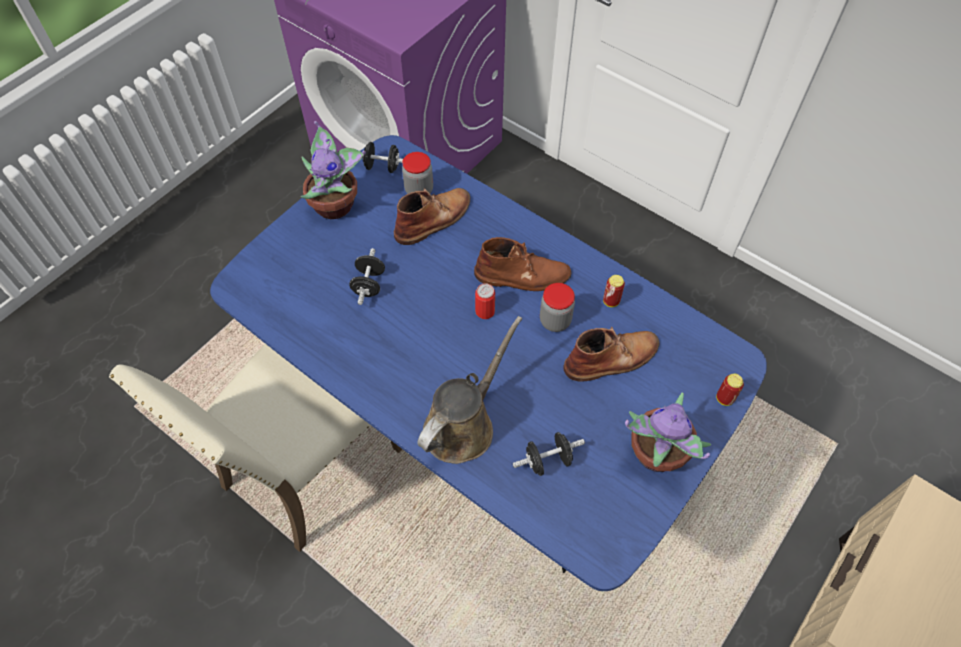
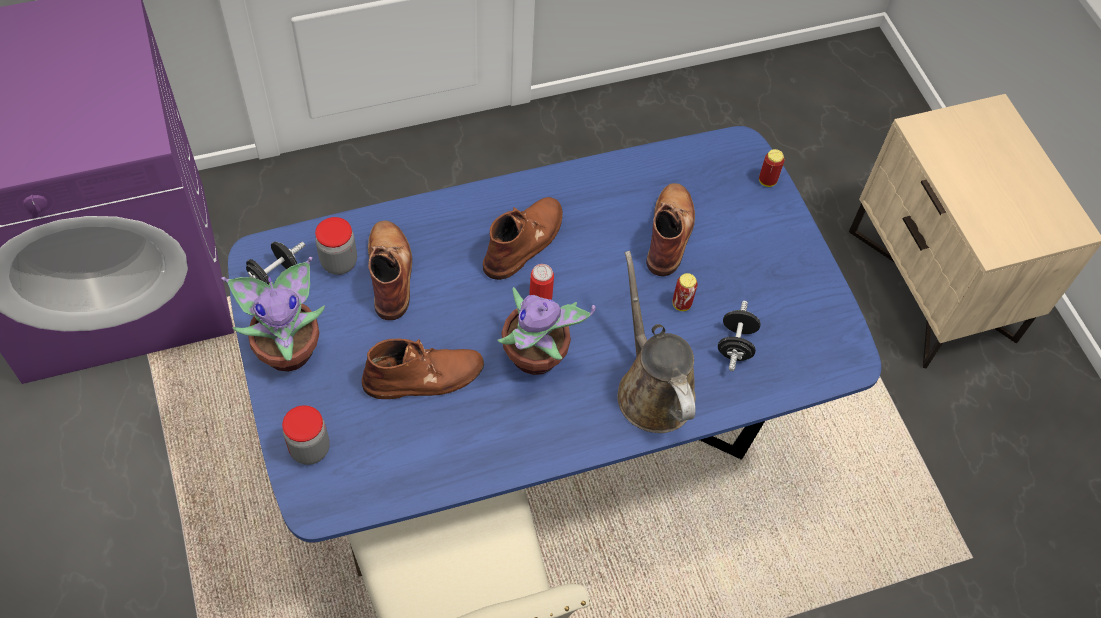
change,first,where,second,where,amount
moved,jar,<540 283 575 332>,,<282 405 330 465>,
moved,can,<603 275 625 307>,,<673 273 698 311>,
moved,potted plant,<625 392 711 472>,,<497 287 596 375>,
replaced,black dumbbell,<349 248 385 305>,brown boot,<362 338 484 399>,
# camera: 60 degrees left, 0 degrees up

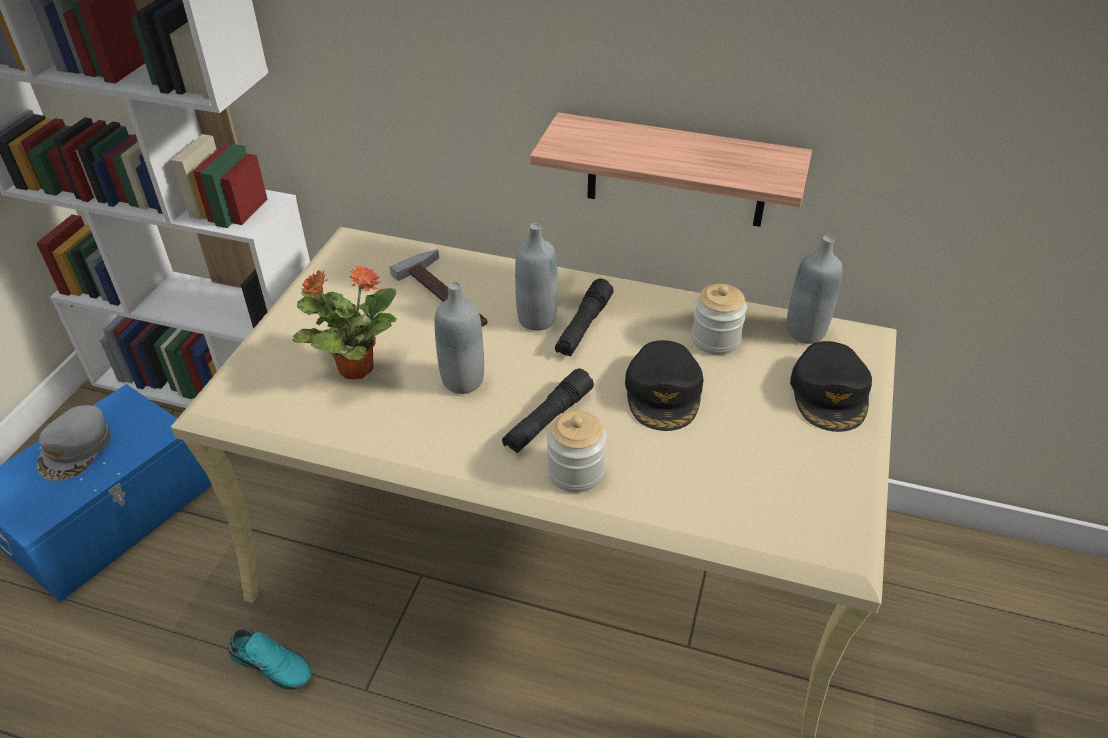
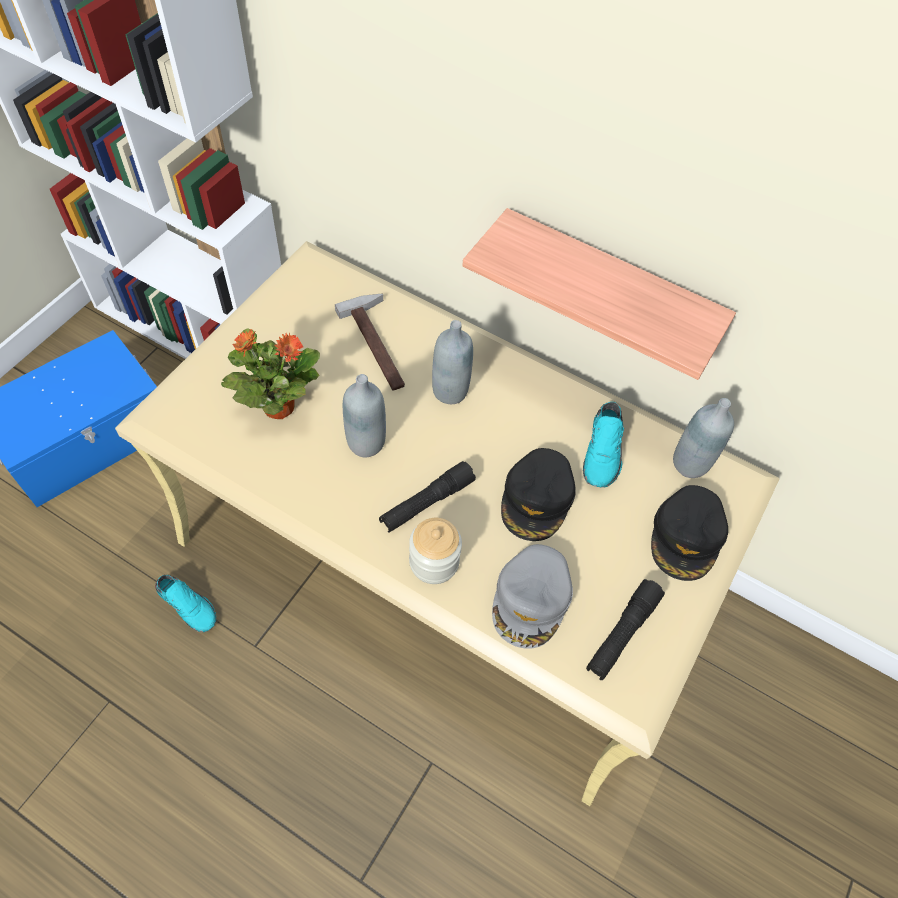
change,first,where,second,where,amount
moved,grey cap,<37 405 111 481>,,<492 544 573 649>,
moved,black flashlight,<555 279 613 356>,,<586 579 665 680>,
replaced,jar,<692 284 747 355>,turquoise shoe,<583 402 624 488>,
# camera: 10 degrees right, 15 degrees up

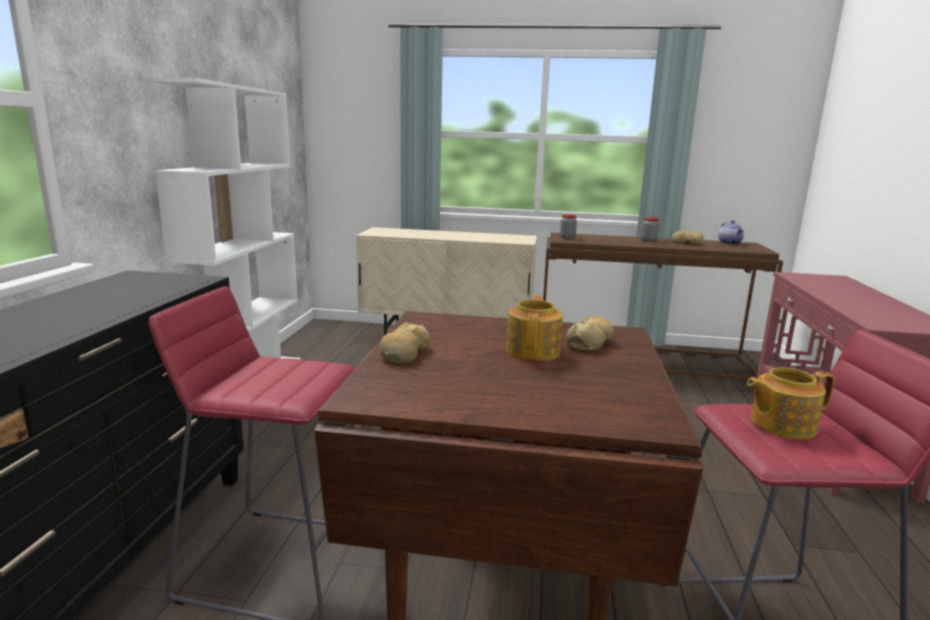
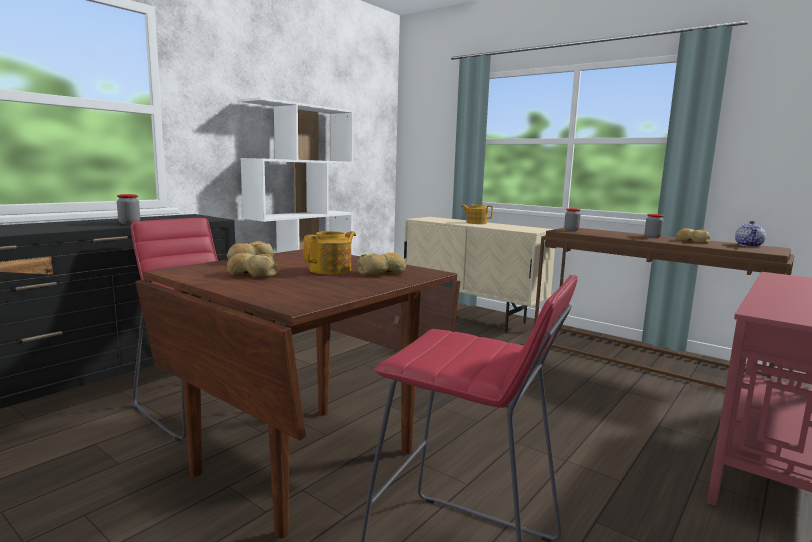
change,first,where,second,where,amount
added,,,jar,<117 194 140 224>,
added,,,bread,<227 253 279 278>,
moved,teapot,<747 367 835 439>,,<461 204 493 224>,
# camera: 30 degrees right, 5 degrees down

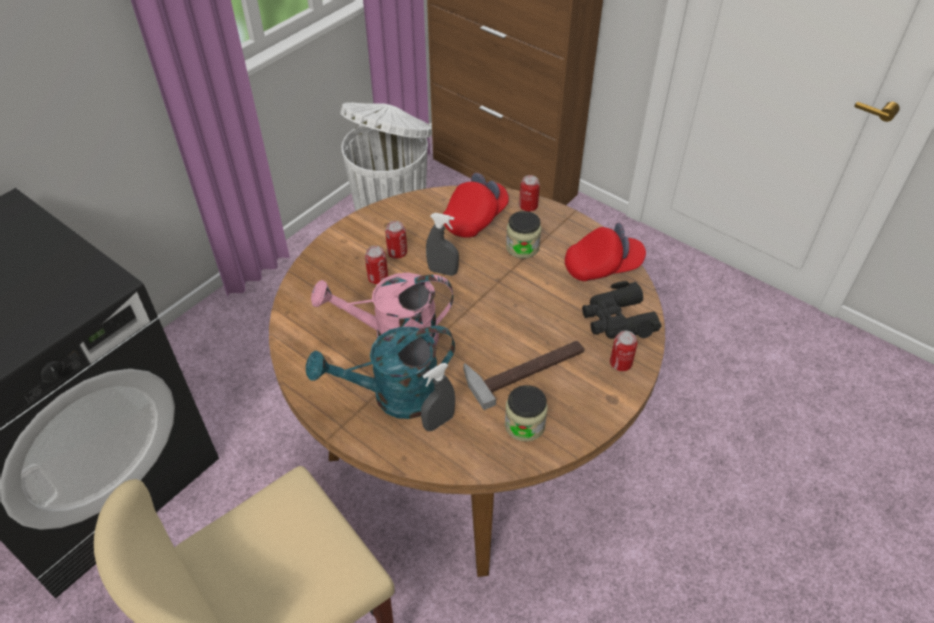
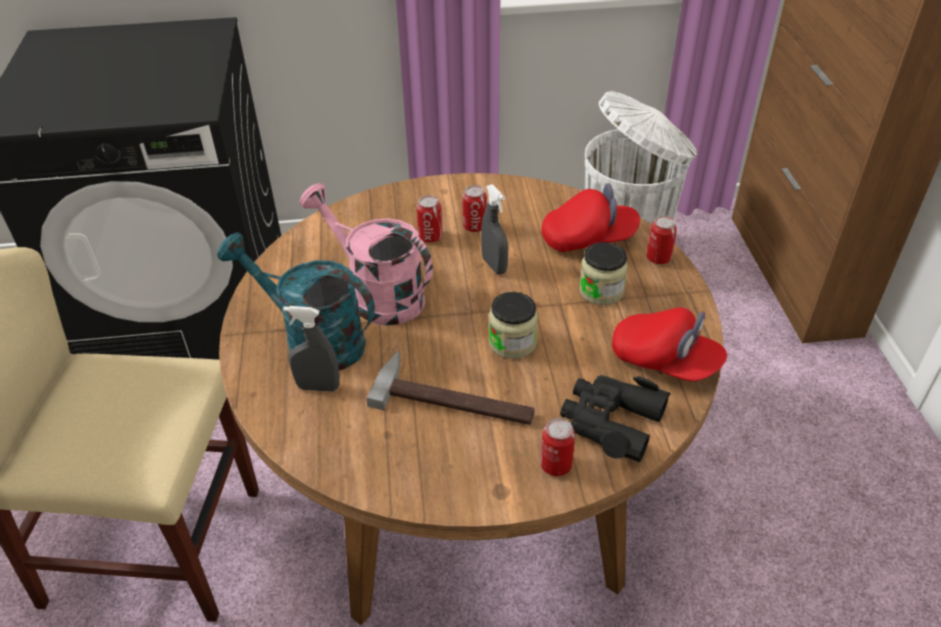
change,first,where,second,where,amount
moved,jar,<505 385 548 442>,,<489 292 538 359>,
# camera: 45 degrees right, 5 degrees down

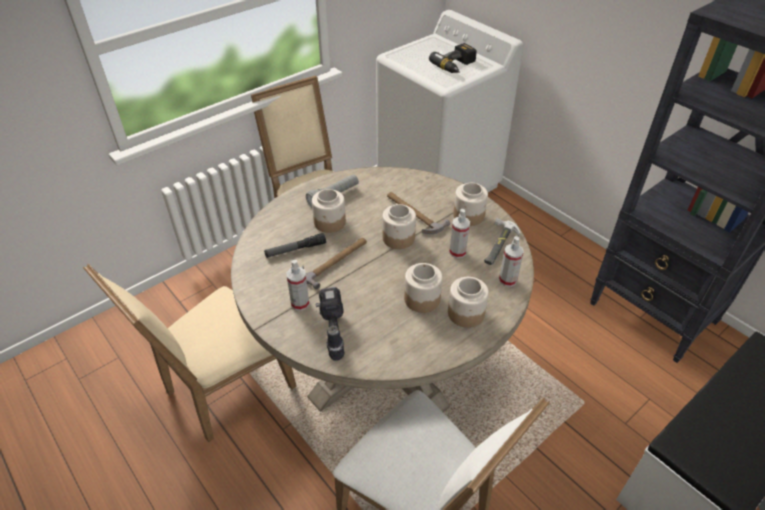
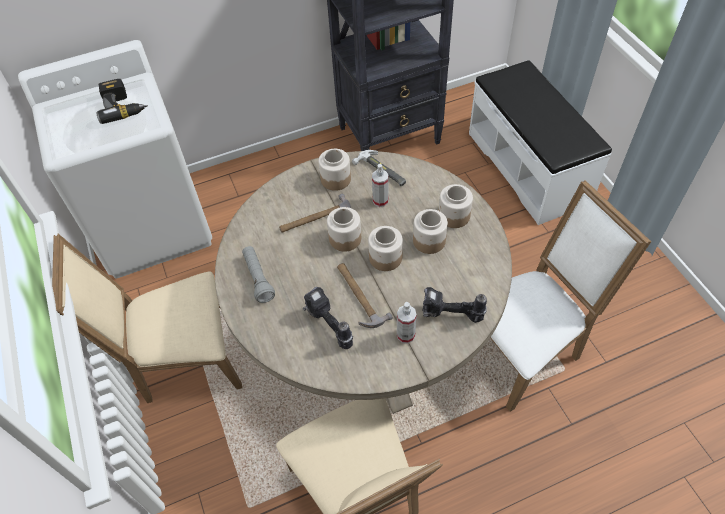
change,first,where,second,where,amount
removed,spray bottle,<499 236 524 287>,,,
moved,jar,<312 189 346 233>,,<368 226 403 271>,
replaced,flashlight,<264 233 326 258>,power drill,<303 287 353 349>,
# camera: 70 degrees left, 10 degrees up

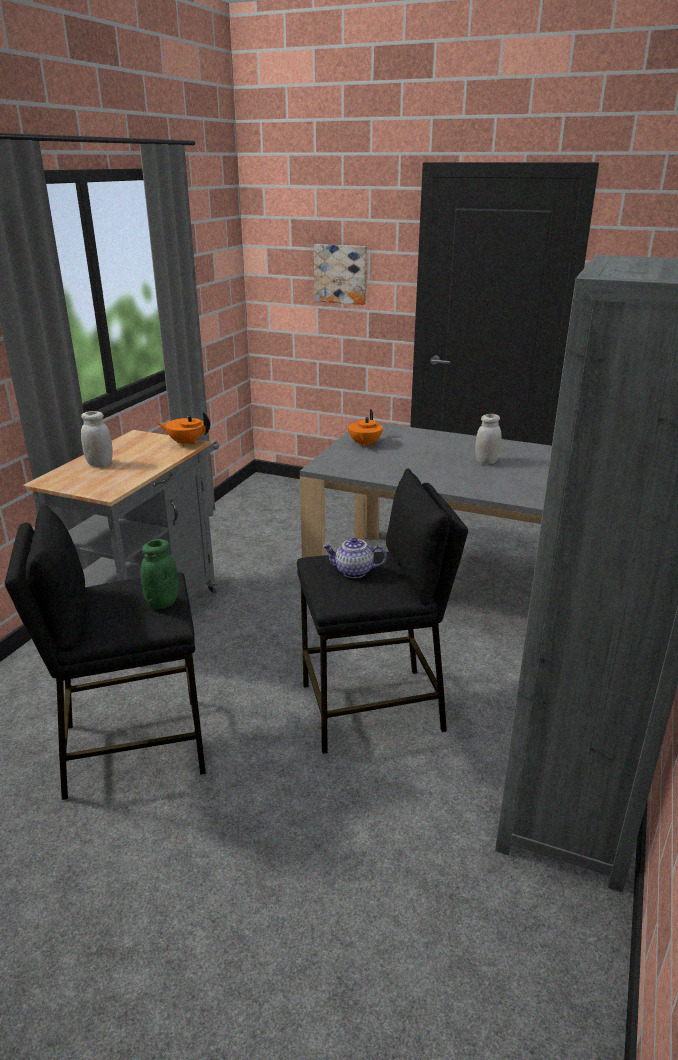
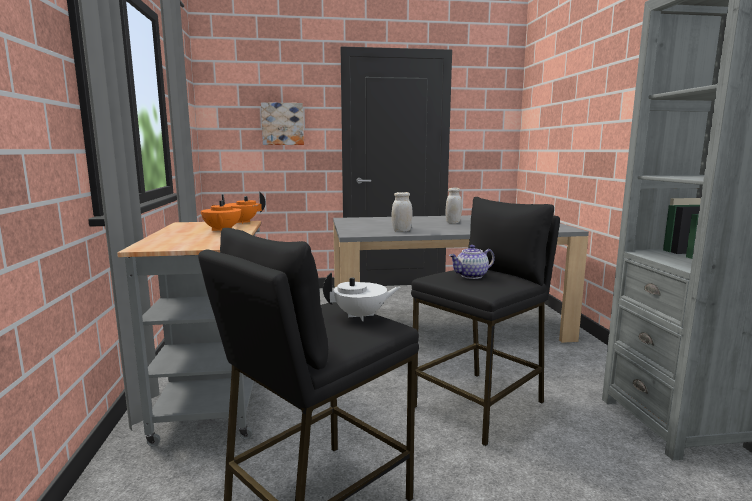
change,first,where,second,where,amount
moved,white jar,<81 411 113 467>,,<391 192 413 232>,
moved,orange teapot,<348 409 383 447>,,<201 195 241 231>,
replaced,green jar,<140 539 178 609>,white teapot,<323 272 400 321>,
# camera: 30 degrees left, 15 degrees down

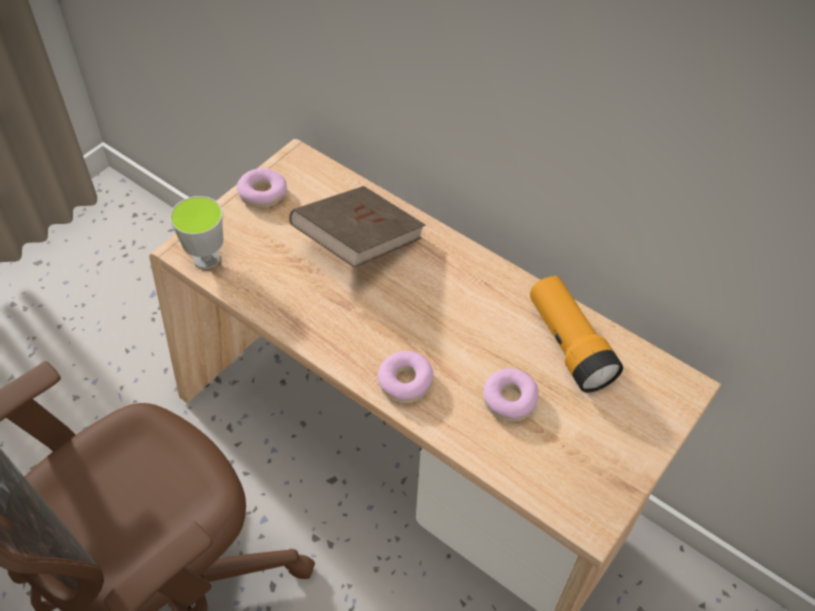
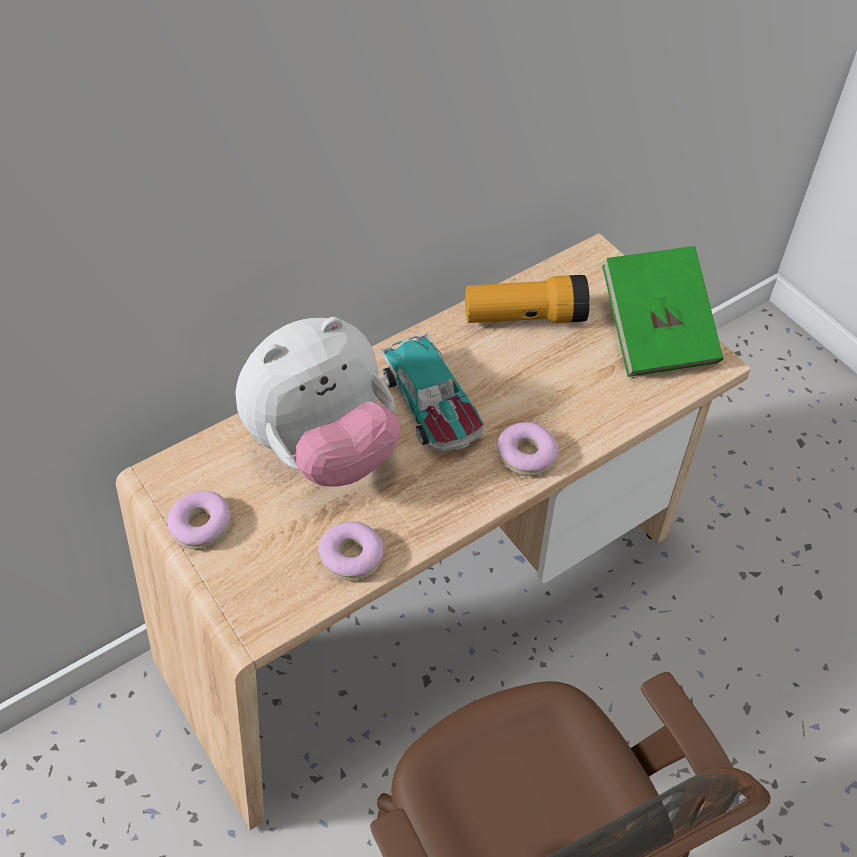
change,first,where,second,where,amount
removed,cup,<170 196 223 269>,,,
added,,,toy car,<381 333 484 451>,
added,,,green book,<602 246 723 377>,
moved,donut,<483 368 538 422>,,<318 521 383 580>,
replaced,brown book,<289 186 425 268>,plush toy,<235 317 400 487>,
# camera: 70 degrees left, 0 degrees up

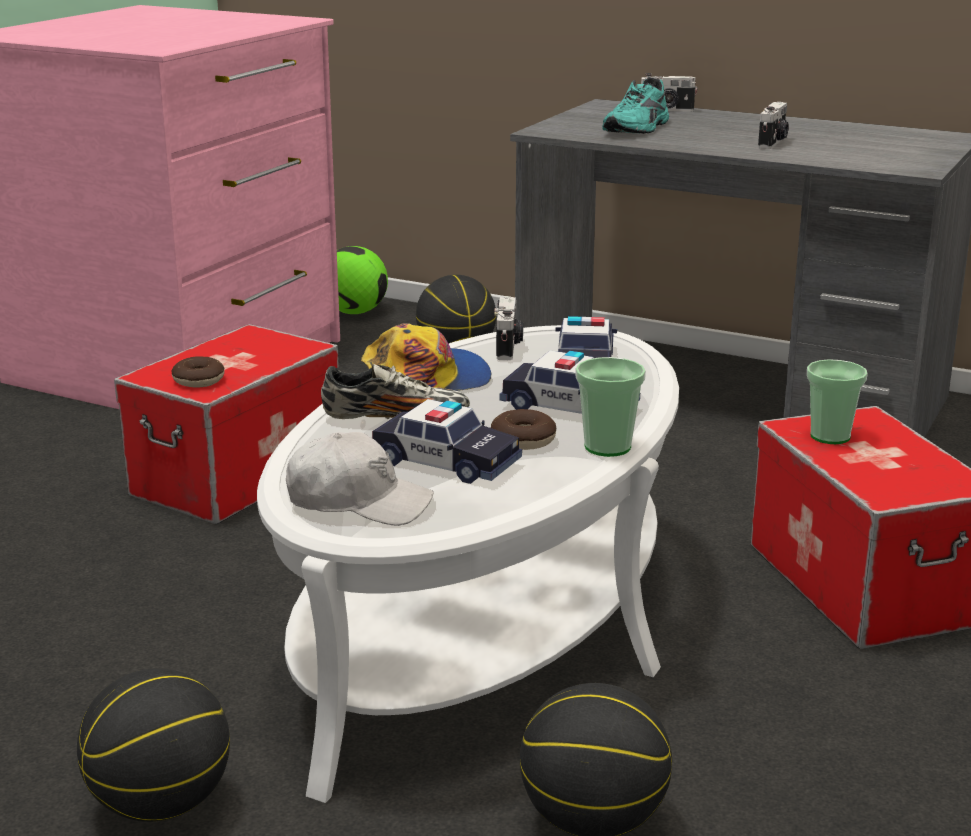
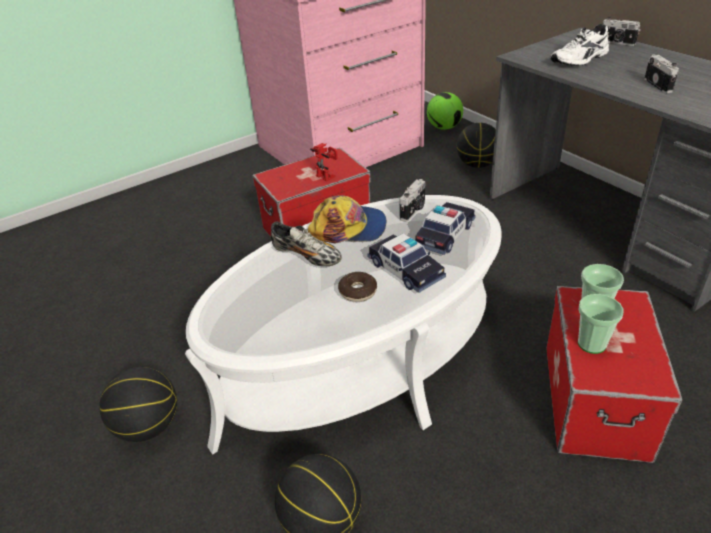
change,first,where,second,where,amount
removed,donut,<171 357 224 388>,,,
removed,white cap,<286 432 434 526>,,,
removed,toy car,<372 399 522 484>,,,
added,,,toy robot,<310 143 338 181>,
moved,cup,<575 357 646 457>,,<578 294 624 354>,
recoloured,turquoise shoe,<602 77 669 134>,white shoe,<550 24 609 66>,
turned,photo camera,<758 102 789 149>,,<644 55 679 93>,60 degrees counterclockwise
# camera: 30 degrees right, 15 degrees up

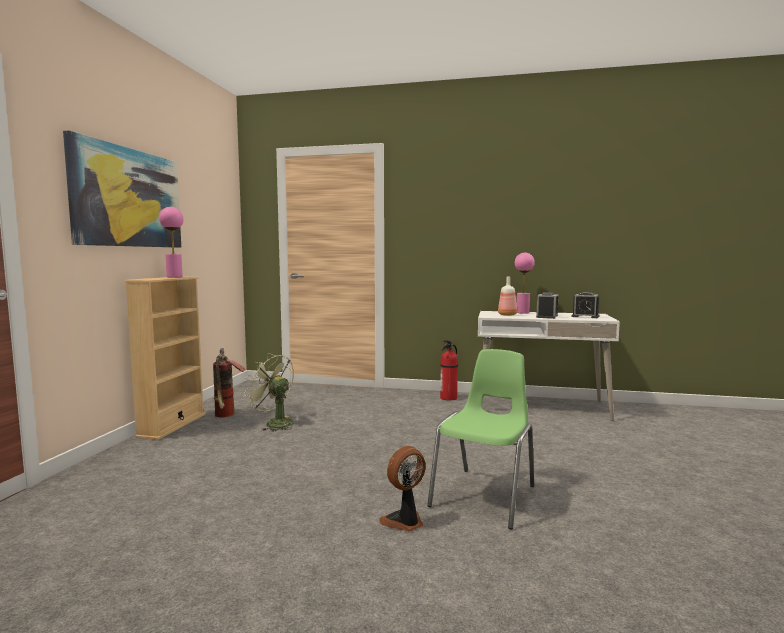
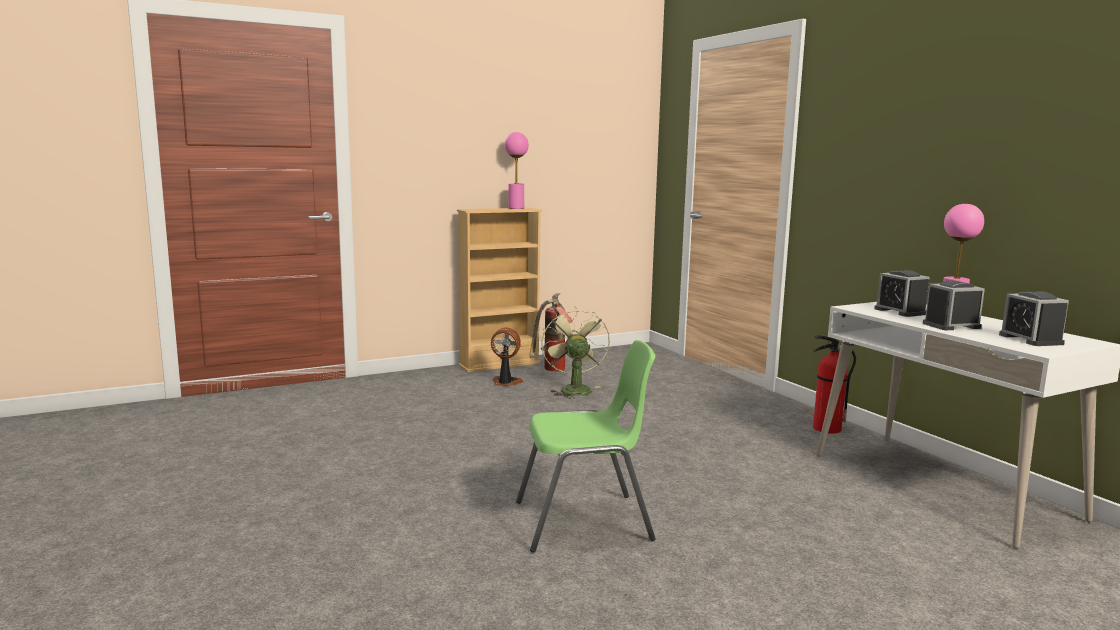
change,first,where,second,where,amount
removed,picture,<63 130 181 248>,,,
moved,fan,<379 446 426 531>,,<491 328 524 386>,
replaced,bottle,<498 277 517 316>,alarm clock,<874 270 929 317>,
# camera: 50 degrees right, 5 degrees up

